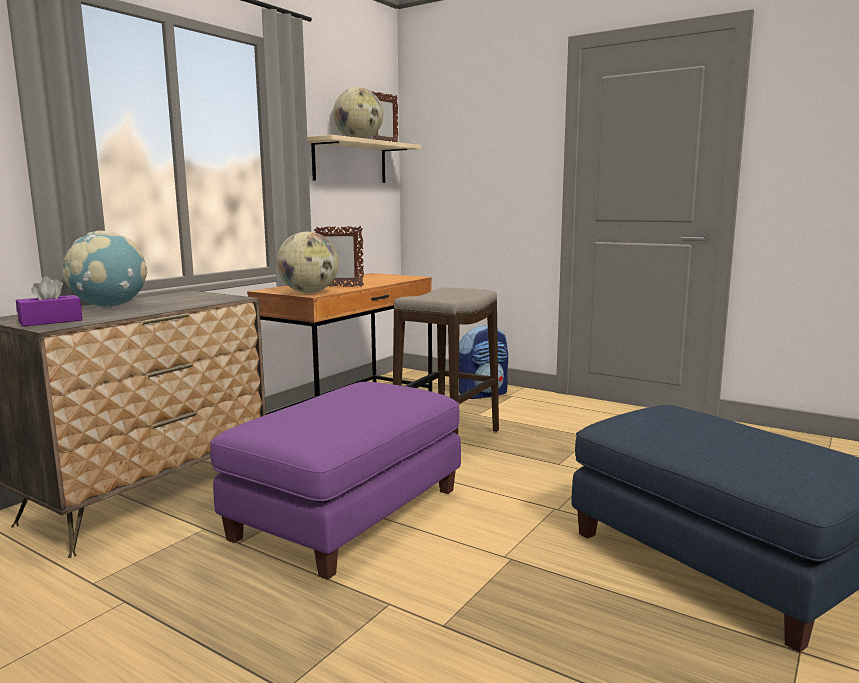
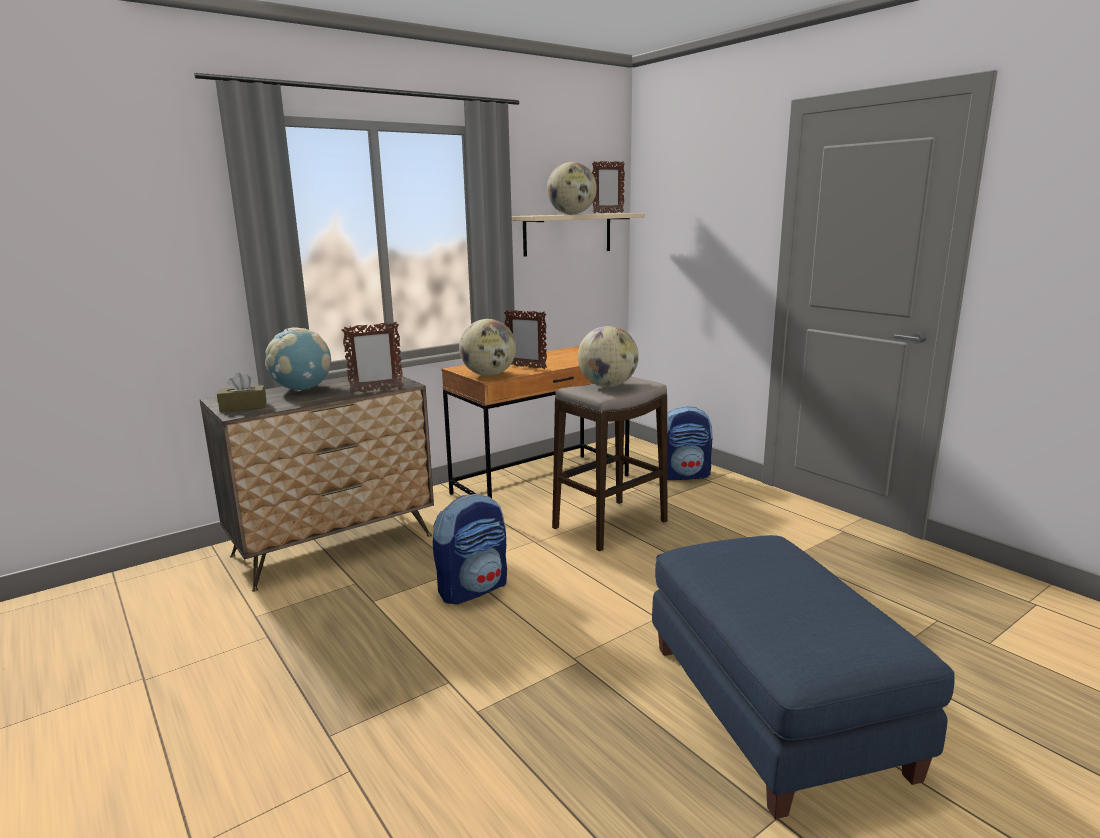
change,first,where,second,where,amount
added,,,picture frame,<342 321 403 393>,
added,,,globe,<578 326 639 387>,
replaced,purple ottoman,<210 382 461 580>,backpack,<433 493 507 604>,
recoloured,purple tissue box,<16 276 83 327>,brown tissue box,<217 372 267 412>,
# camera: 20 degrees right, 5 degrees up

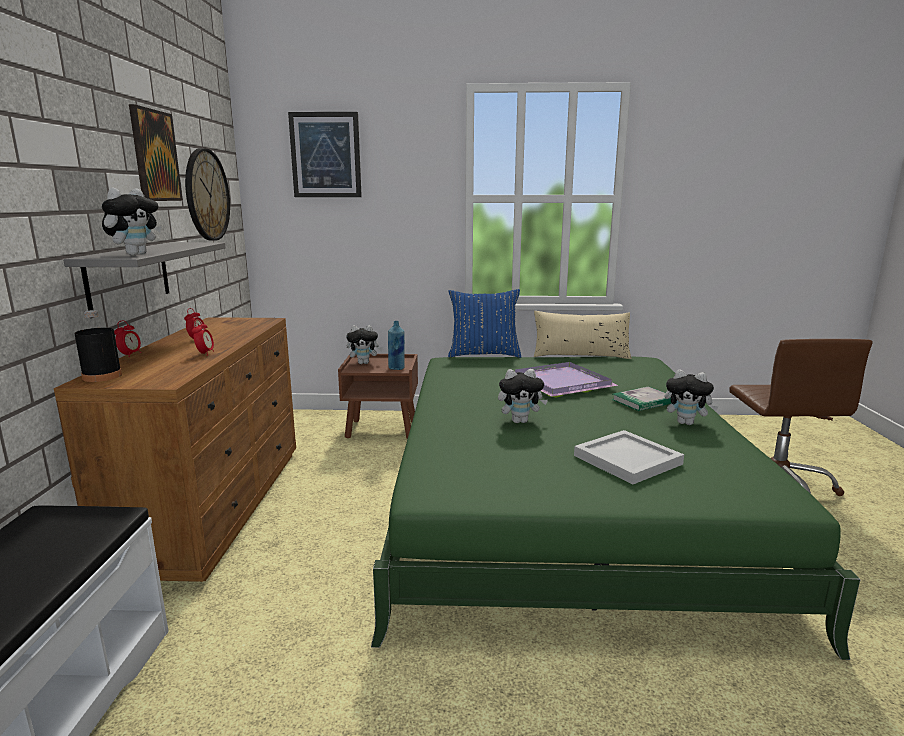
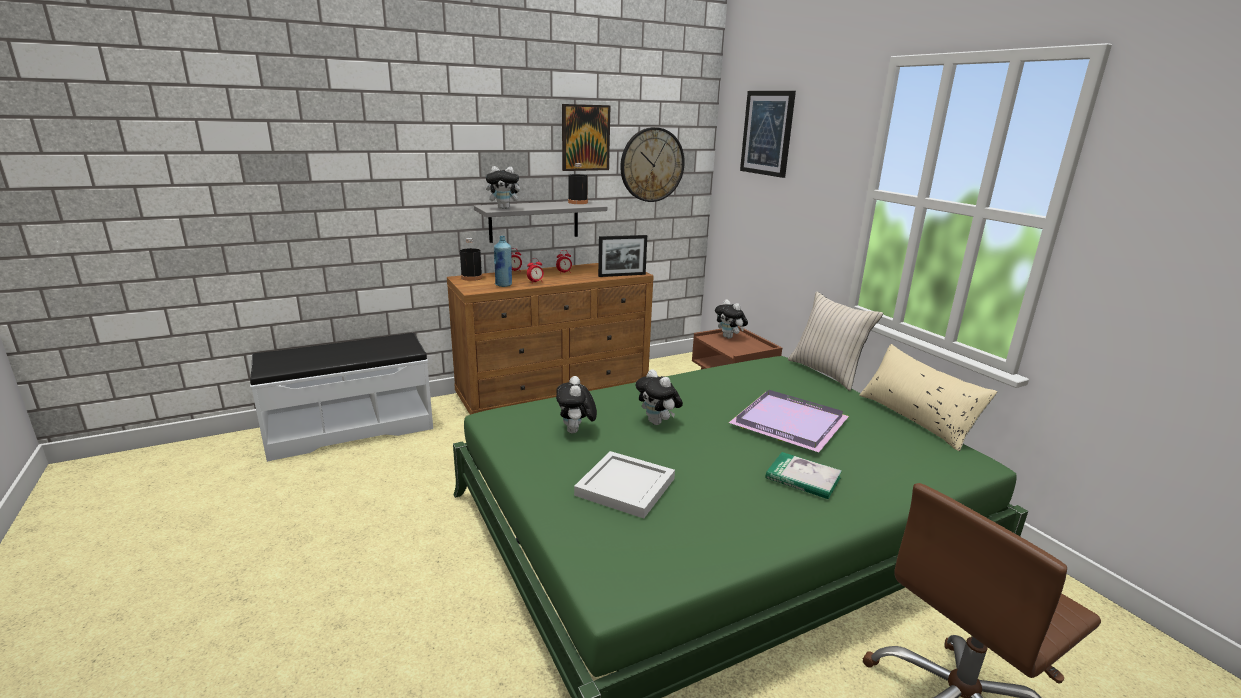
change,first,where,second,where,amount
added,,,black bottle,<568 163 588 204>,
added,,,picture frame,<598 235 647 277>,
moved,blue bottle,<388 321 405 370>,,<494 236 512 287>,
moved,plush toy,<664 369 718 425>,,<556 376 597 434>,
recoloured,blue pillow,<448 289 521 358>,beige pillow,<788 291 883 391>,
# camera: 60 degrees right, 5 degrees up

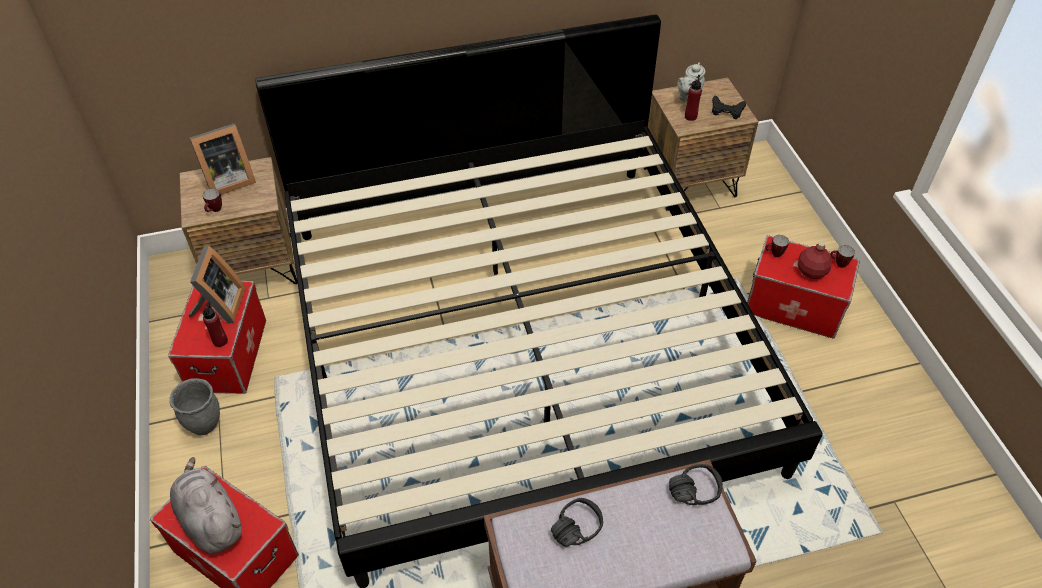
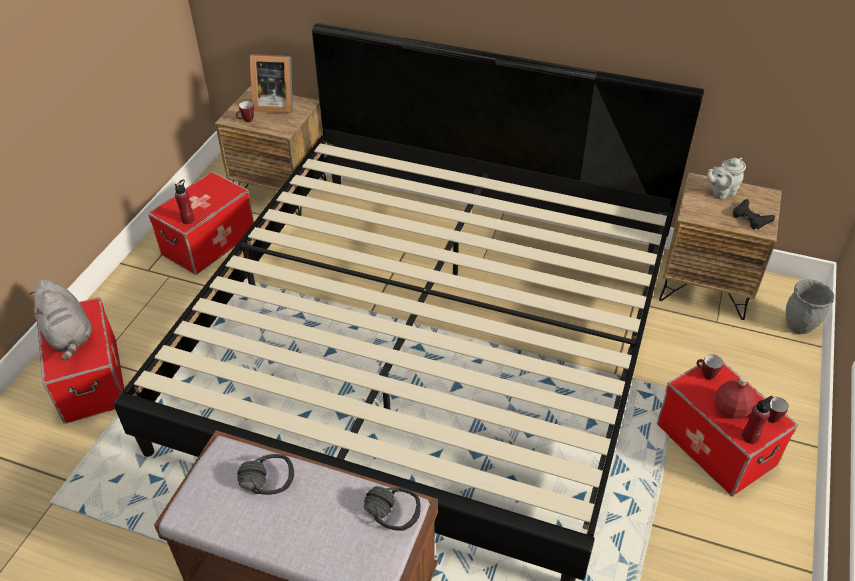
change,first,where,second,where,amount
removed,picture frame,<189 246 245 324>,,,
moved,grey planter,<169 378 220 435>,,<786 280 834 334>,
moved,red bottle,<685 75 702 121>,,<742 396 773 444>,
turned,grey plush toy,<170 457 242 554>,,<29 279 92 360>,150 degrees clockwise
# camera: 35 degrees right, 5 degrees down

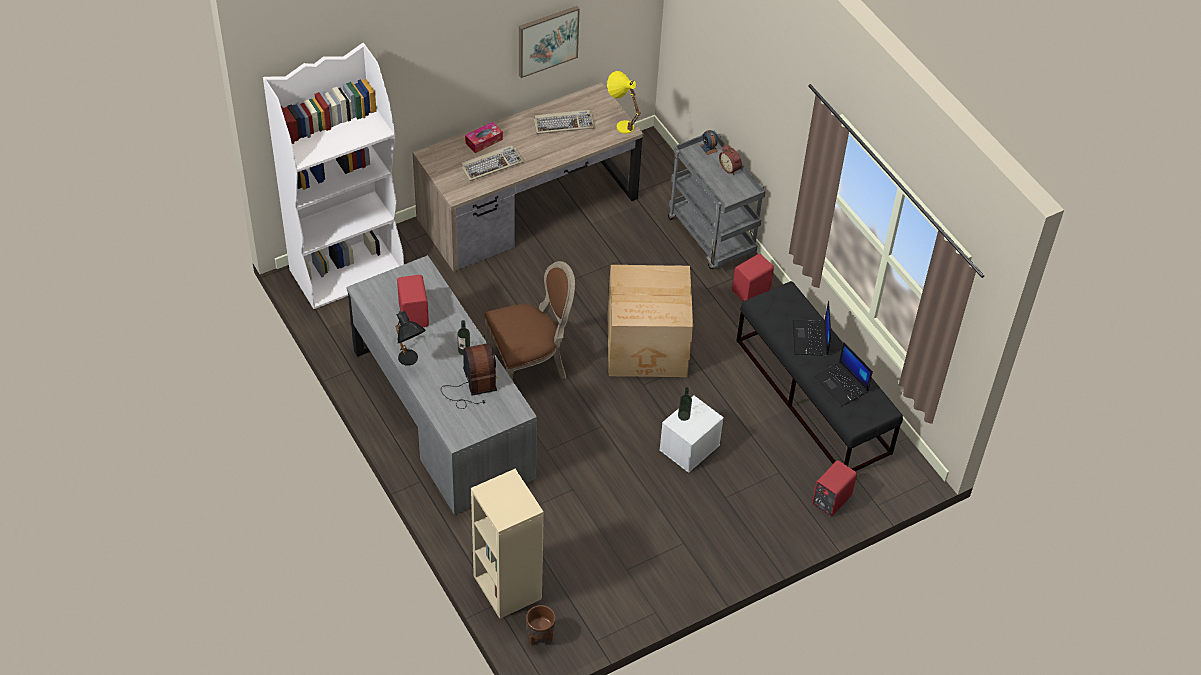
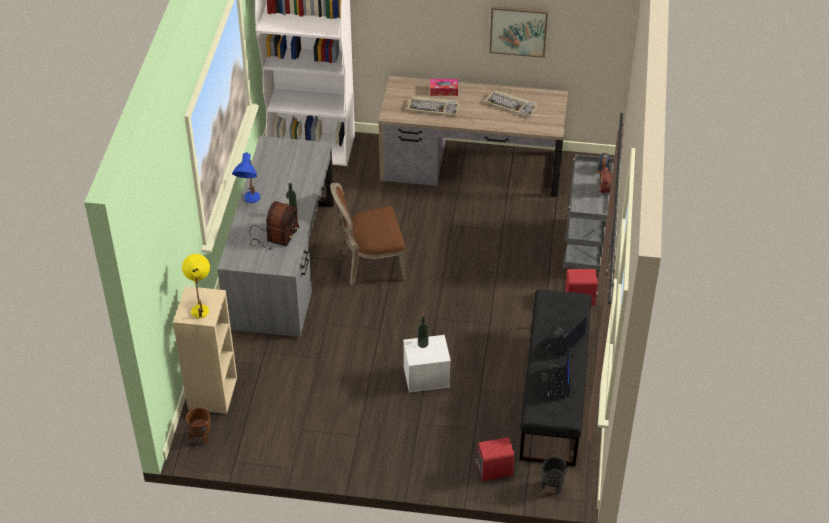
change,first,where,second,where,amount
removed,red speaker,<397 275 429 327>,,,
removed,cardboard box,<608 265 693 377>,,,
added,,,black planter,<542 457 567 494>,
moved,yellow table lamp,<607 71 641 134>,,<182 254 210 318>,
recoloured,black table lamp,<395 311 426 366>,blue table lamp,<232 152 260 203>,
turned,brown chair,<484 261 575 380>,,<330 183 407 285>,150 degrees clockwise
# camera: 40 degrees right, 5 degrees down

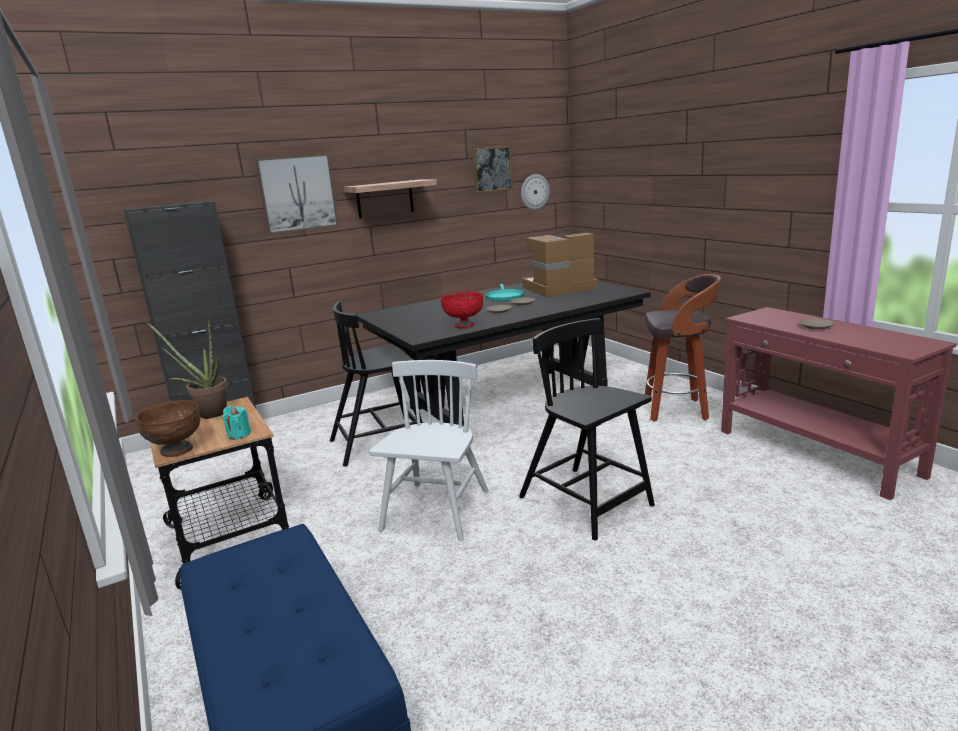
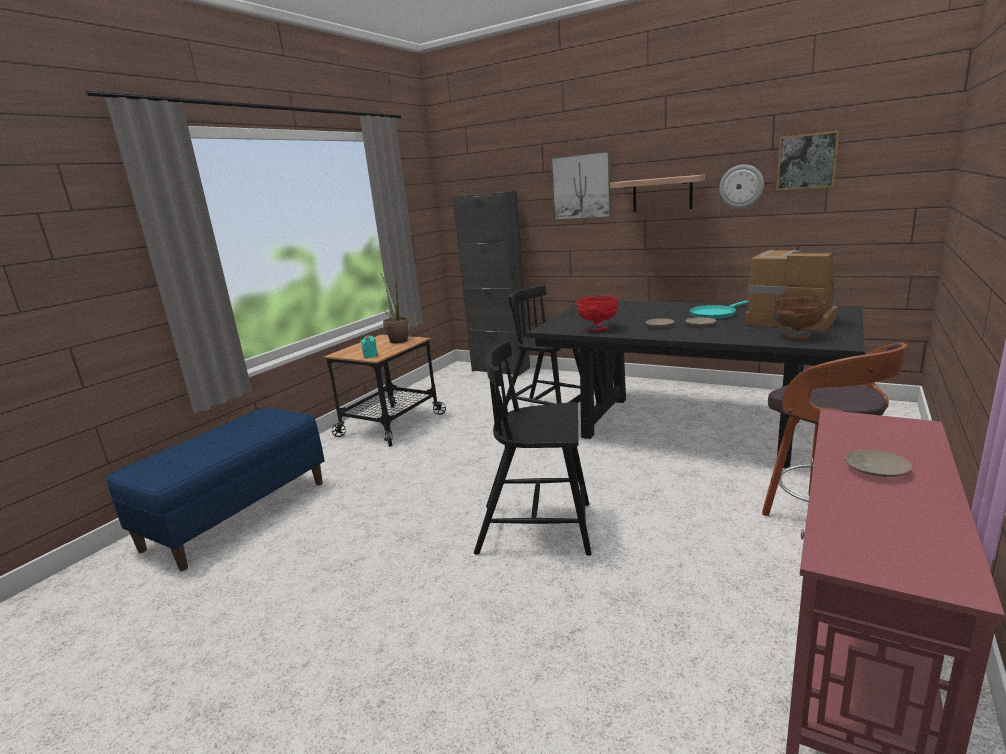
change,first,where,second,where,amount
removed,white chair,<369 360 489 541>,,,
moved,brown bowl,<136 400 200 457>,,<772 297 826 340>,
moved,wall clock,<521 174 550 210>,,<719 164 764 208>,
turned,black chair,<519 318 655 540>,,<474 341 592 556>,105 degrees counterclockwise
# camera: 60 degrees right, 0 degrees up

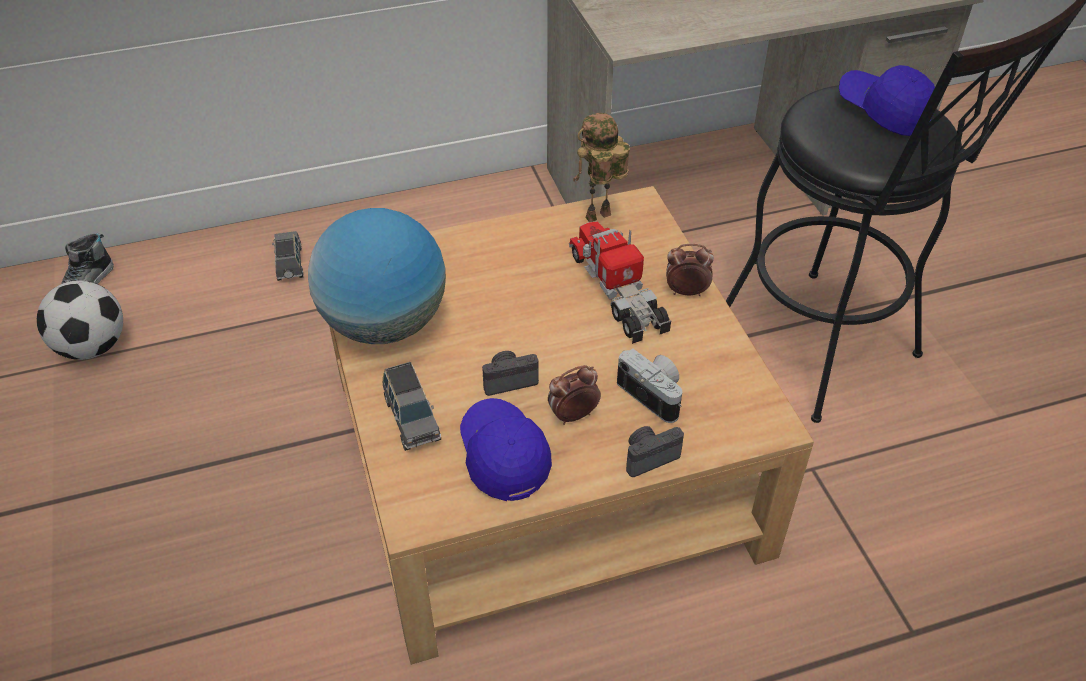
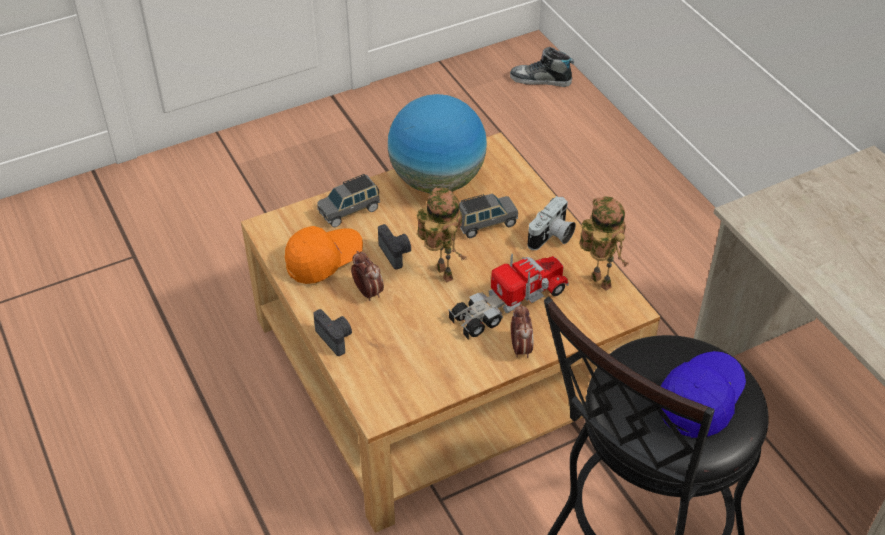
change,first,where,second,where,amount
removed,football,<37 280 123 360>,,,
added,,,toy robot,<417 188 467 283>,
moved,grey toy car,<272 231 304 281>,,<459 193 518 238>,
moved,photo camera,<617 348 682 423>,,<527 196 576 250>,
recoloured,blue cap,<460 398 552 501>,orange cap,<285 226 363 284>,
# camera: 80 degrees right, 0 degrees up

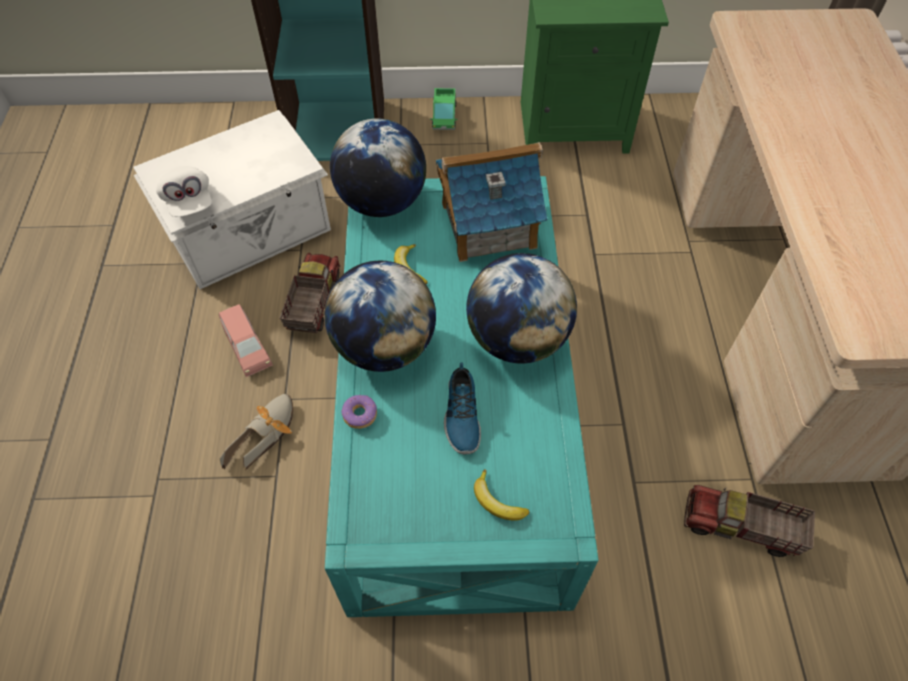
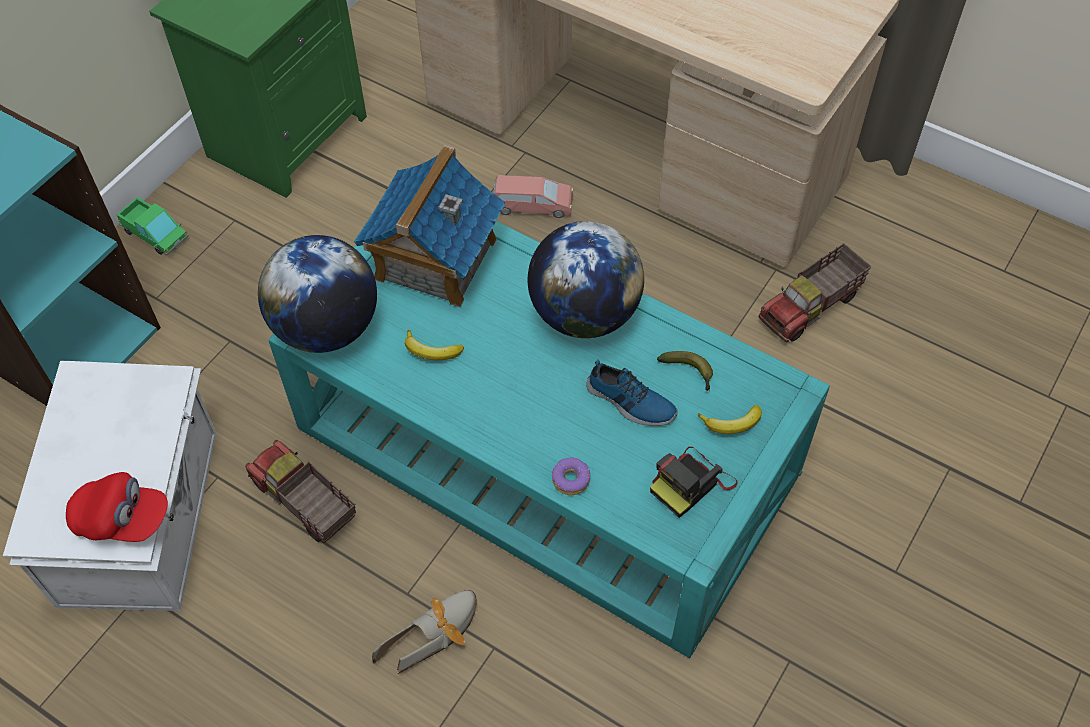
change,first,where,second,where,amount
removed,globe,<325 261 436 372>,,,
added,,,photo camera,<650 446 738 518>,
added,,,banana,<657 351 713 391>,
moved,pink toy car,<219 304 273 377>,,<493 175 573 218>,
recoloured,white cap,<156 166 212 217>,red cap,<66 472 168 542>,
turned,shoe,<220 394 293 470>,,<372 590 477 674>,75 degrees clockwise
# camera: 55 degrees left, 0 degrees up

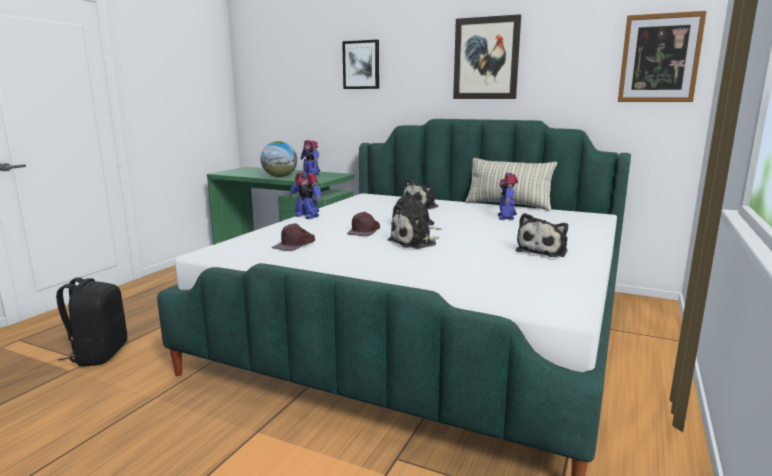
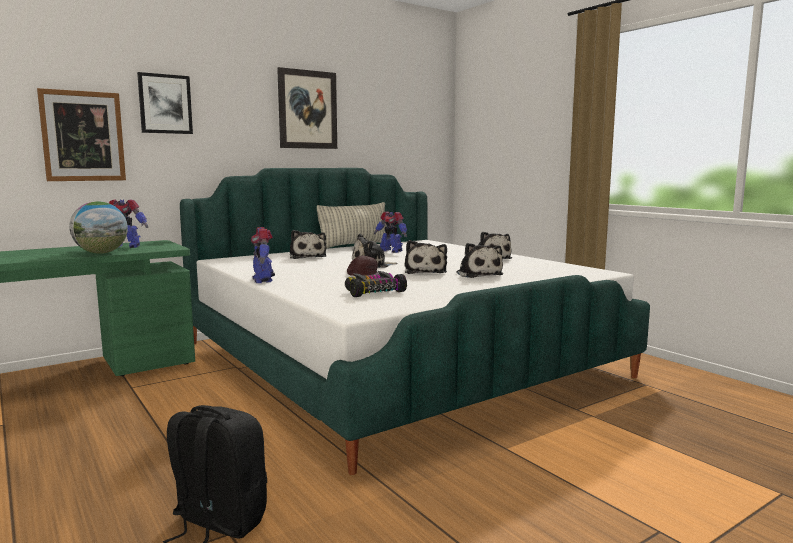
change,first,where,second,where,amount
added,,,plush toy,<456 243 503 278>,
moved,picture,<618 11 707 102>,,<37 88 126 181>,
replaced,brown cap,<272 223 315 251>,toy car,<345 271 407 297>,
turned,toy robot,<289 172 321 219>,,<251 227 275 283>,90 degrees clockwise
# camera: 60 degrees left, 5 degrees down

